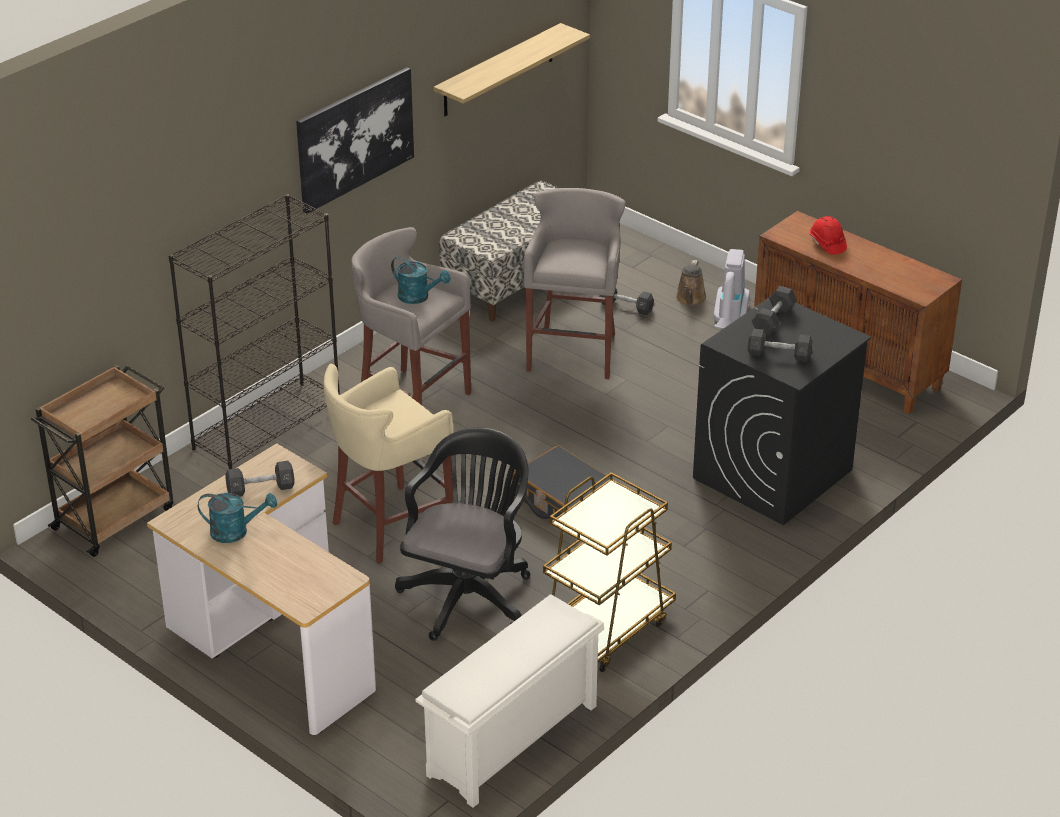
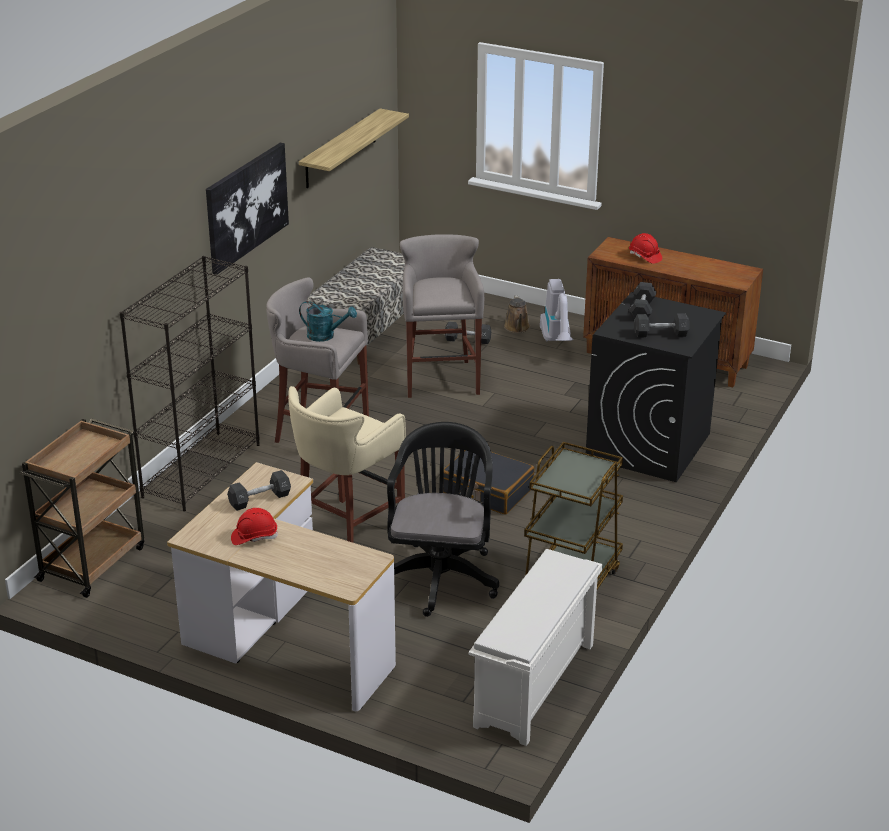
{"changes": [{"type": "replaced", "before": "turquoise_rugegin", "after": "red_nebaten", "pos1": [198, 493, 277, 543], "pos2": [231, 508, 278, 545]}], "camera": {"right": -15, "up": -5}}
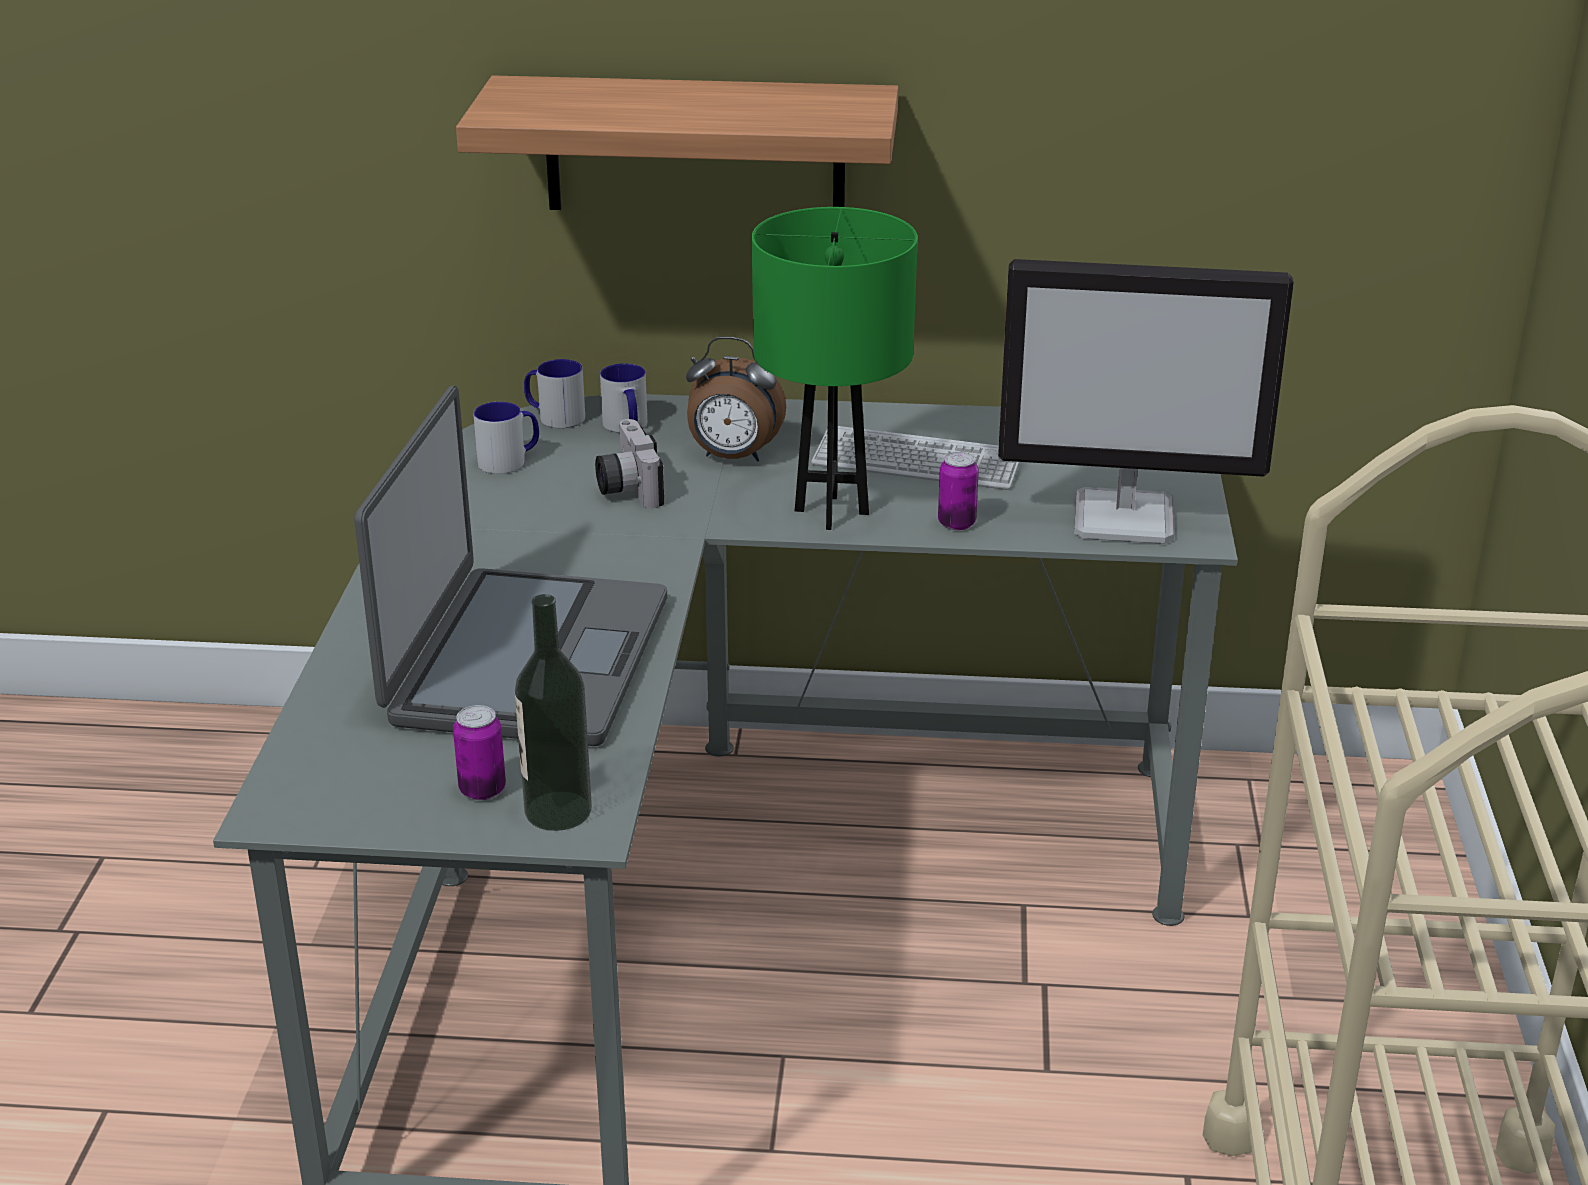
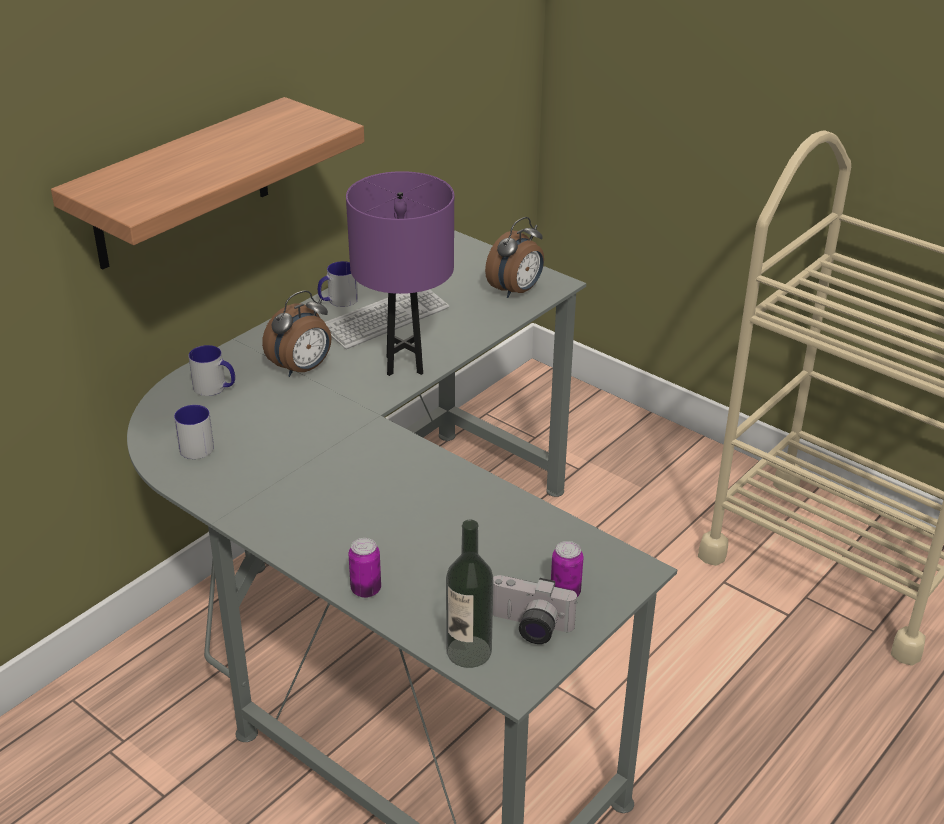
{"changes": [{"type": "moved", "before": "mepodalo", "pos1": [524, 359, 585, 428], "pos2": [318, 261, 358, 307]}, {"type": "recoloured", "before": "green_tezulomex", "after": "purple_tezulomex", "pos1": [752, 207, 918, 530], "pos2": [346, 171, 454, 376]}, {"type": "moved", "before": "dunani", "pos1": [938, 452, 979, 530], "pos2": [348, 538, 381, 598]}, {"type": "moved", "before": "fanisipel", "pos1": [515, 594, 592, 831], "pos2": [446, 520, 493, 668]}, {"type": "replaced", "before": "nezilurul", "after": "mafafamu", "pos1": [998, 259, 1294, 544], "pos2": [485, 217, 544, 298]}, {"type": "moved", "before": "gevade", "pos1": [595, 419, 664, 508], "pos2": [493, 575, 578, 644]}, {"type": "removed", "before": "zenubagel", "pos1": [354, 385, 667, 746]}], "camera": {"right": -55, "up": 5}}
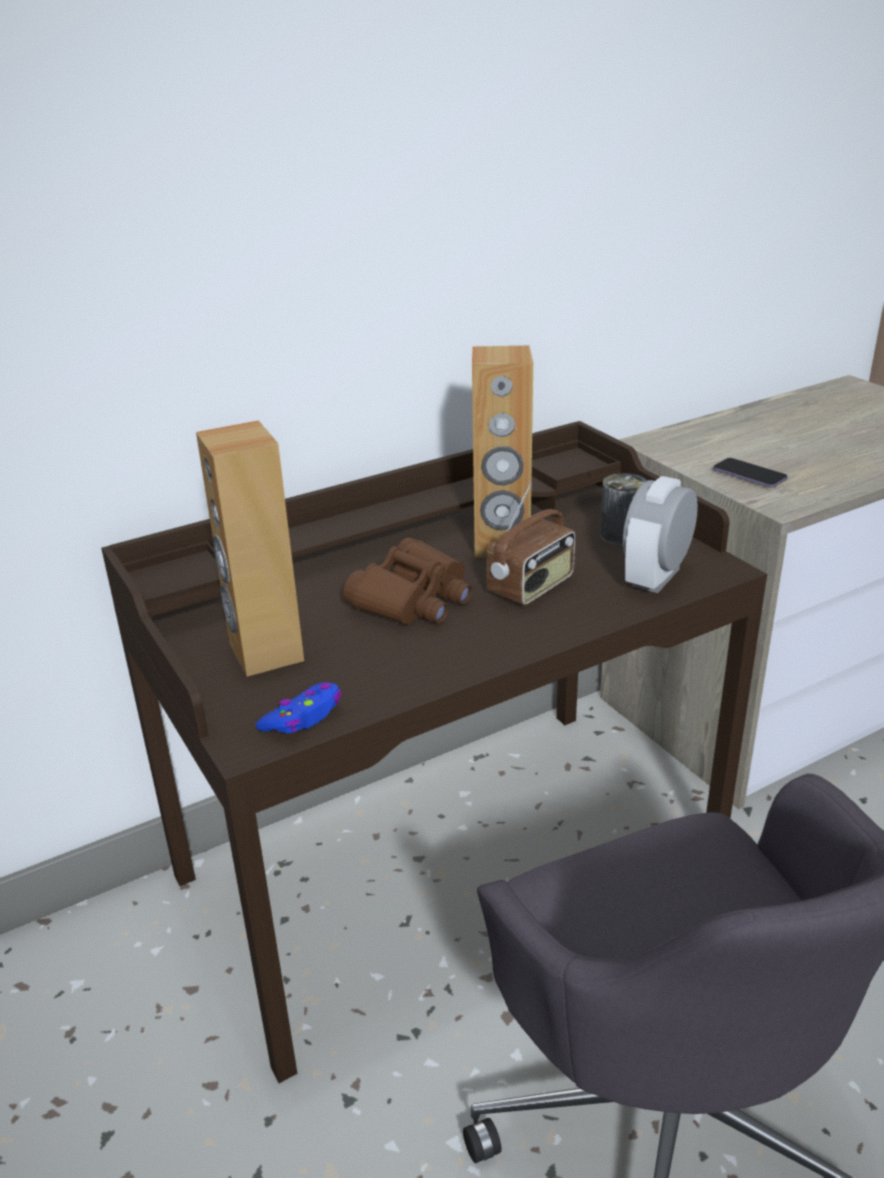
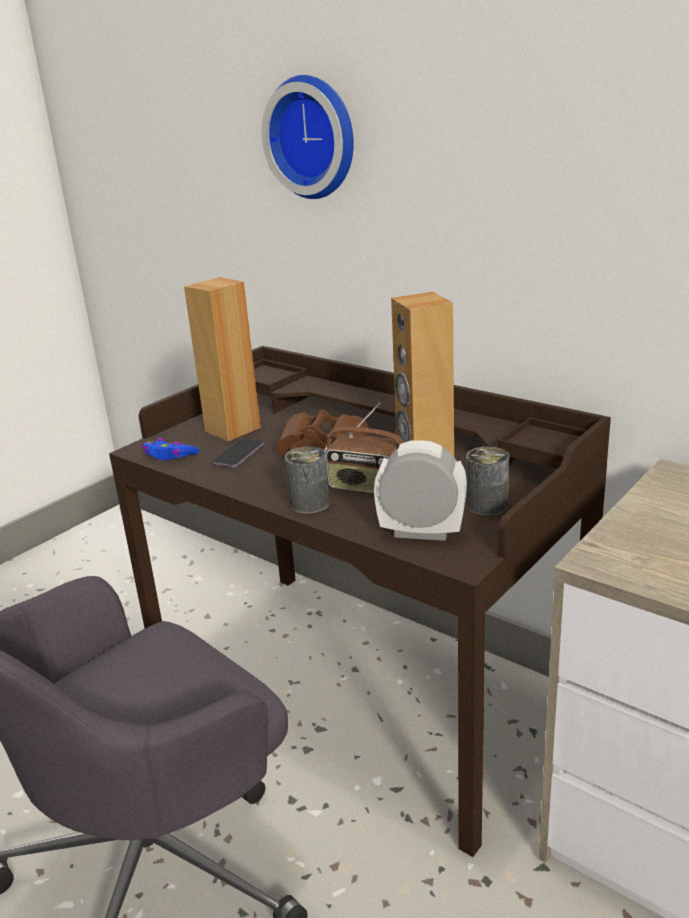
{"changes": [{"type": "moved", "before": "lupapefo", "pos1": [713, 458, 788, 488], "pos2": [212, 438, 264, 468]}, {"type": "added", "after": "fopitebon", "pos2": [261, 75, 354, 199]}, {"type": "added", "after": "dunani", "pos2": [285, 447, 330, 514]}], "camera": {"right": 70, "up": -5}}
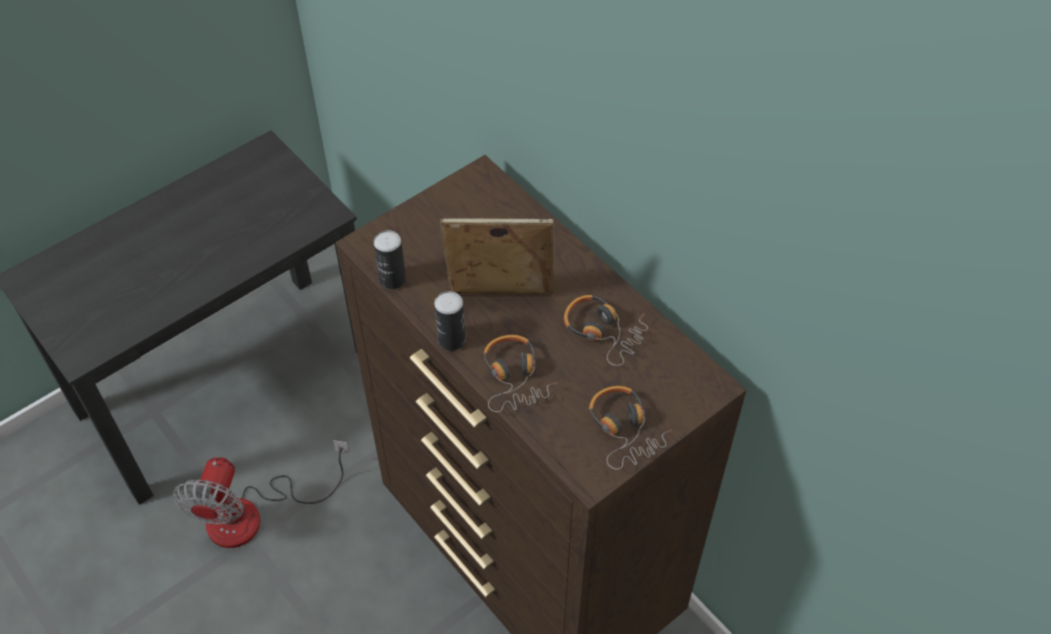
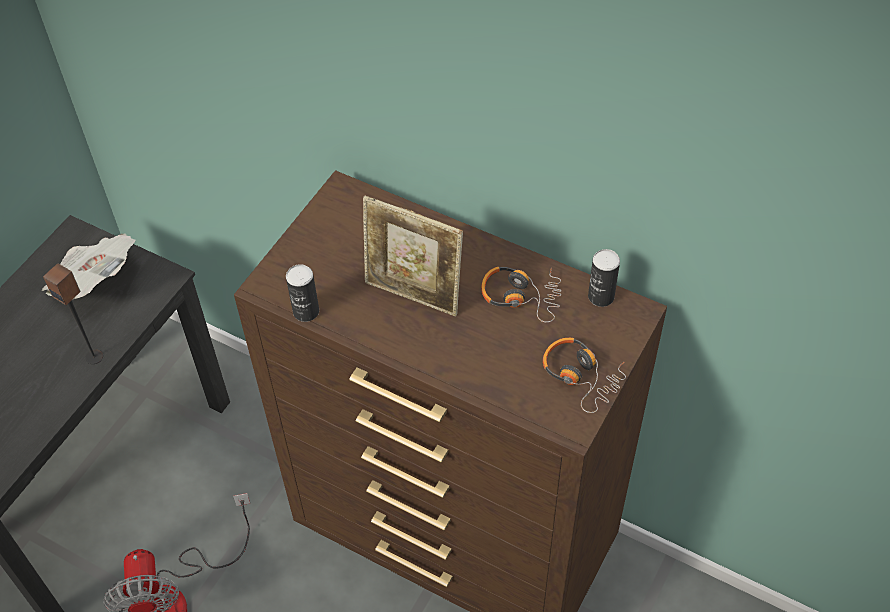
{"changes": [{"type": "added", "after": "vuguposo", "pos2": [42, 234, 135, 300]}, {"type": "added", "after": "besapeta", "pos2": [43, 263, 103, 364]}, {"type": "turned", "before": "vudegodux", "pos1": [440, 218, 554, 295], "pos2": [363, 196, 463, 316], "turn": -135}, {"type": "moved", "before": "dunani", "pos1": [434, 291, 466, 351], "pos2": [588, 249, 620, 307]}, {"type": "removed", "before": "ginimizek", "pos1": [484, 335, 558, 412]}], "camera": {"right": -20, "up": 0}}
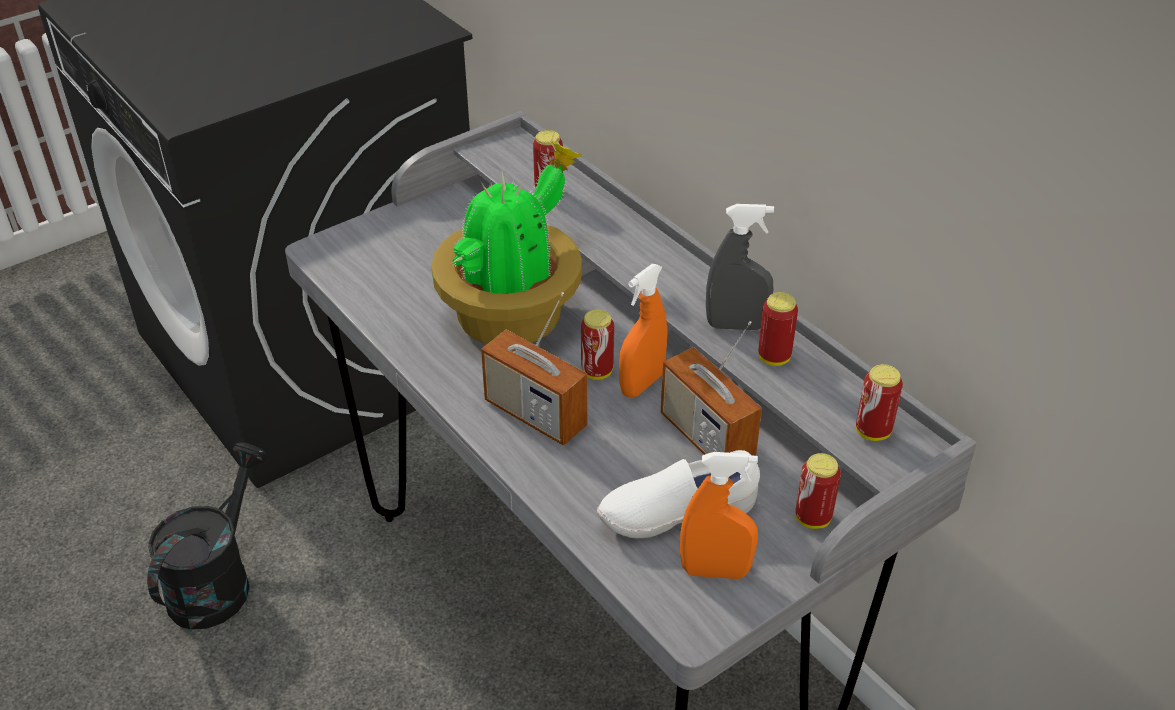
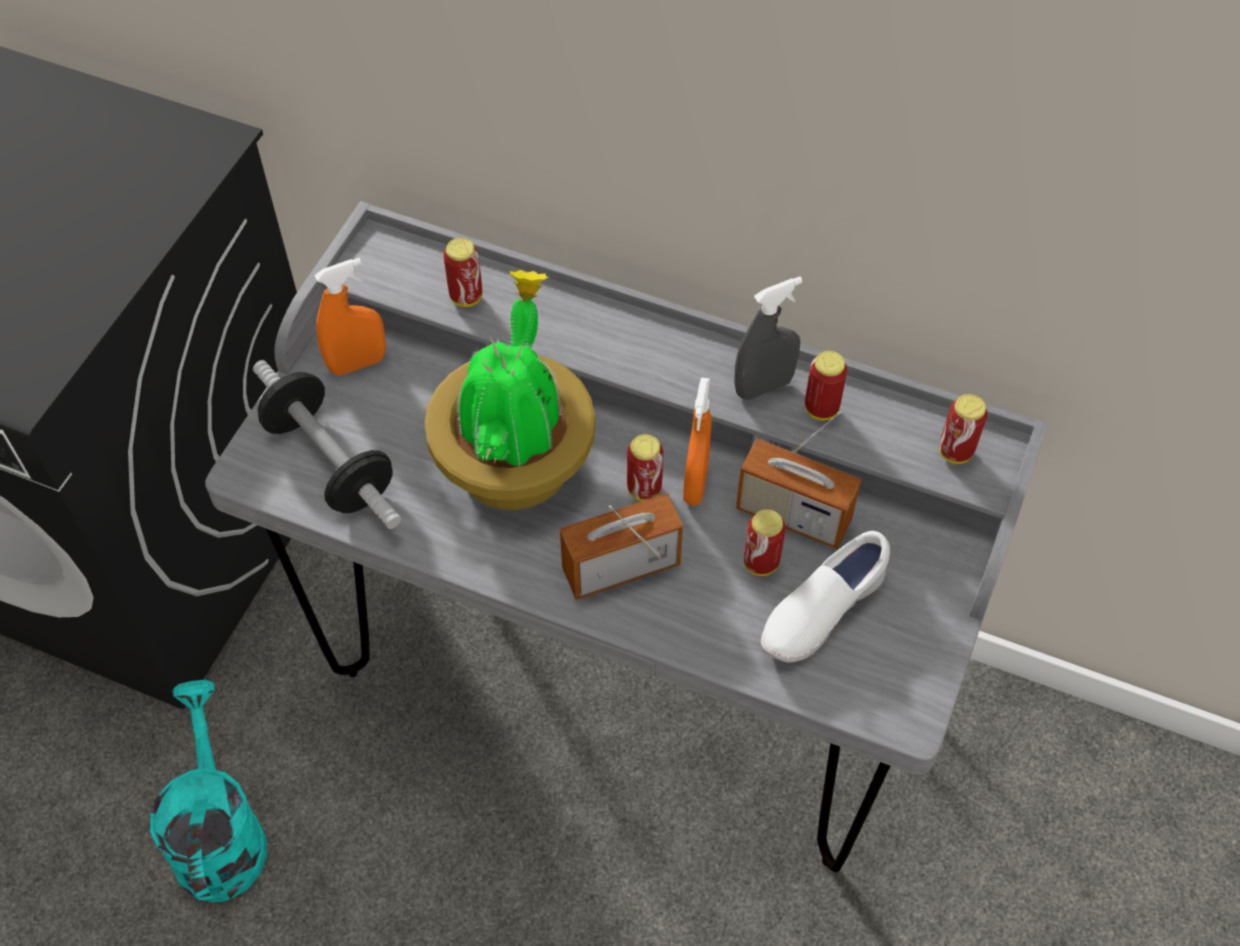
{"changes": [{"type": "recoloured", "before": "black_rugegin", "after": "turquoise_rugegin", "pos1": [147, 442, 268, 629], "pos2": [150, 680, 267, 902]}, {"type": "added", "after": "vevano", "pos2": [253, 360, 401, 529]}, {"type": "moved", "before": "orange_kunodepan", "pos1": [680, 452, 758, 579], "pos2": [314, 258, 386, 376]}, {"type": "turned", "before": "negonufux", "pos1": [481, 292, 587, 446], "pos2": [560, 493, 683, 600], "turn": 150}, {"type": "moved", "before": "dunani", "pos1": [795, 453, 841, 529], "pos2": [744, 509, 786, 576]}], "camera": {"right": -30, "up": 15}}
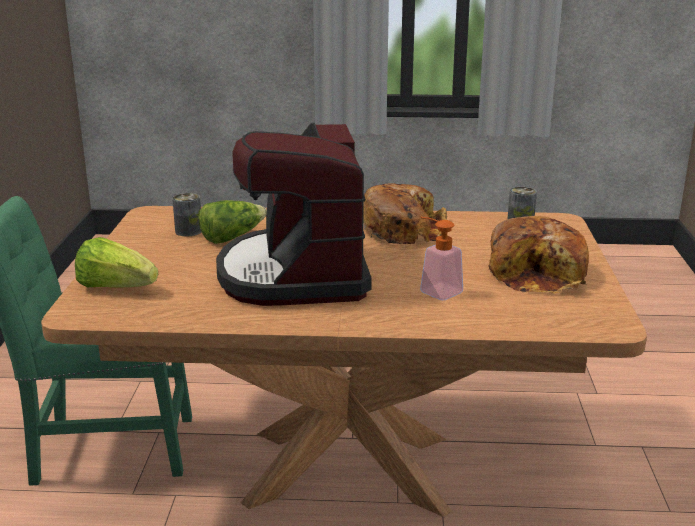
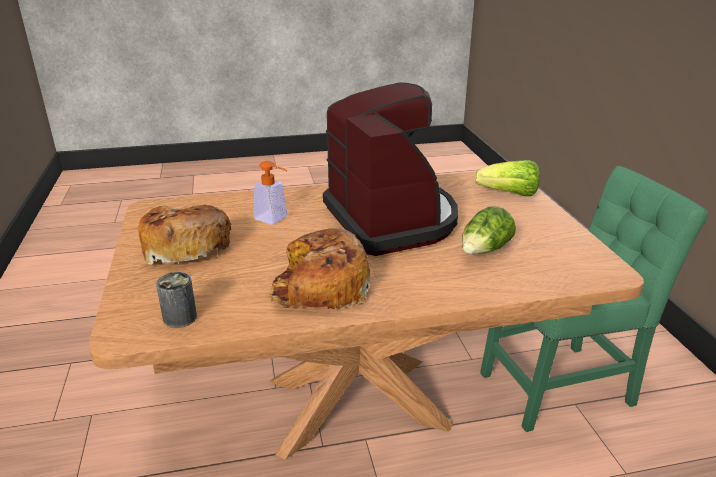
{"changes": [{"type": "removed", "before": "dunani", "pos1": [172, 193, 202, 236]}], "camera": {"right": 165, "up": 5}}
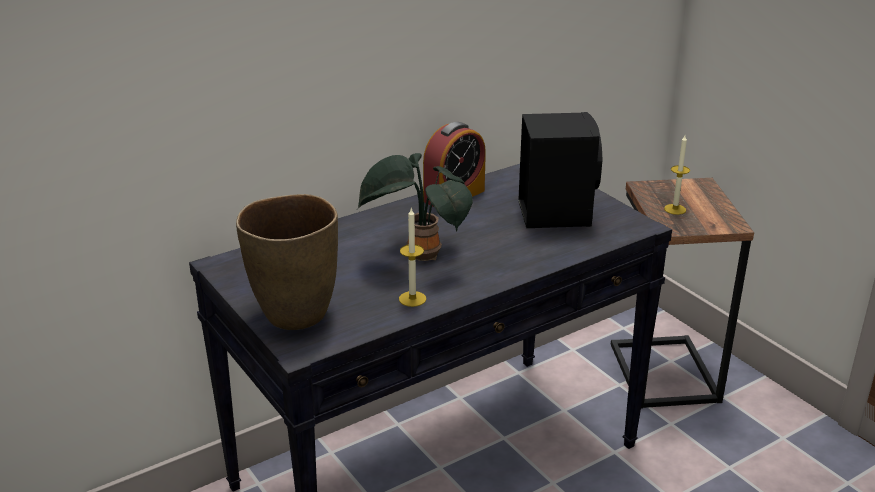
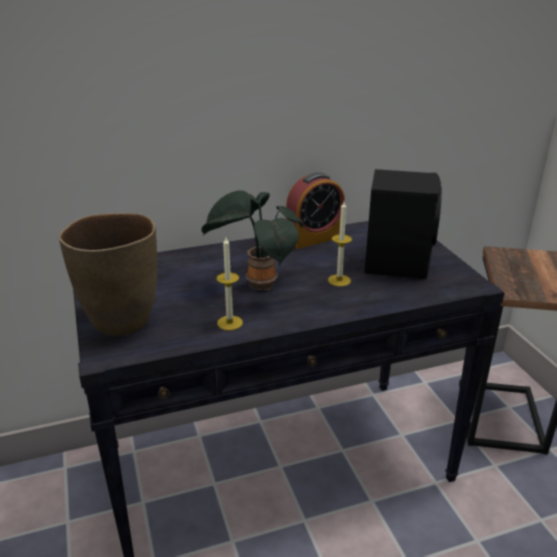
{"changes": [{"type": "moved", "before": "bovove", "pos1": [664, 136, 690, 215], "pos2": [328, 202, 352, 287]}], "camera": {"right": 15, "up": 0}}
